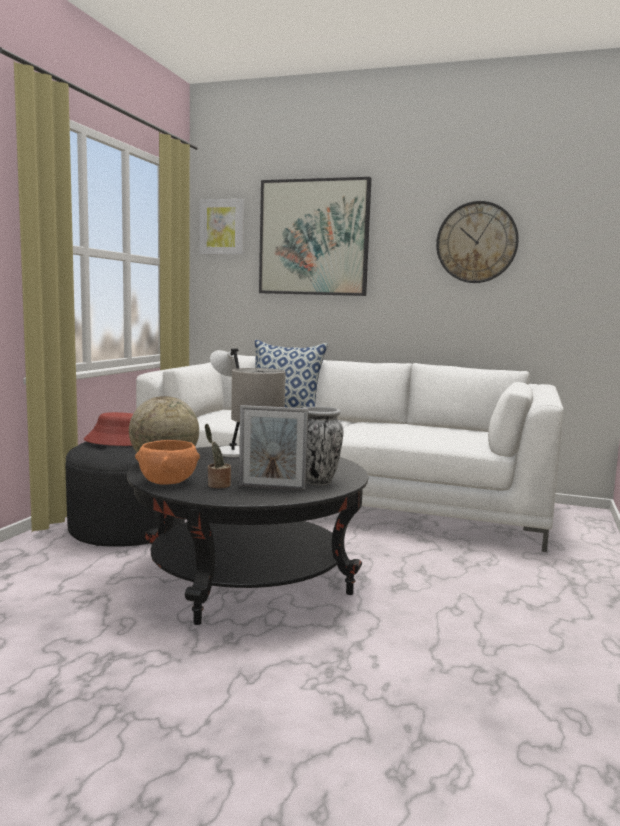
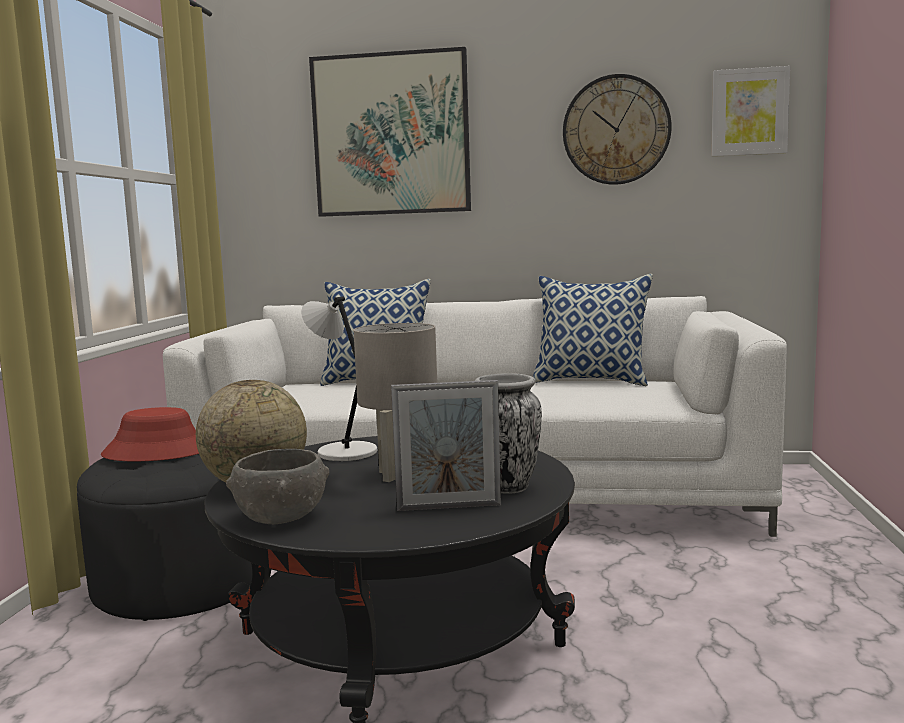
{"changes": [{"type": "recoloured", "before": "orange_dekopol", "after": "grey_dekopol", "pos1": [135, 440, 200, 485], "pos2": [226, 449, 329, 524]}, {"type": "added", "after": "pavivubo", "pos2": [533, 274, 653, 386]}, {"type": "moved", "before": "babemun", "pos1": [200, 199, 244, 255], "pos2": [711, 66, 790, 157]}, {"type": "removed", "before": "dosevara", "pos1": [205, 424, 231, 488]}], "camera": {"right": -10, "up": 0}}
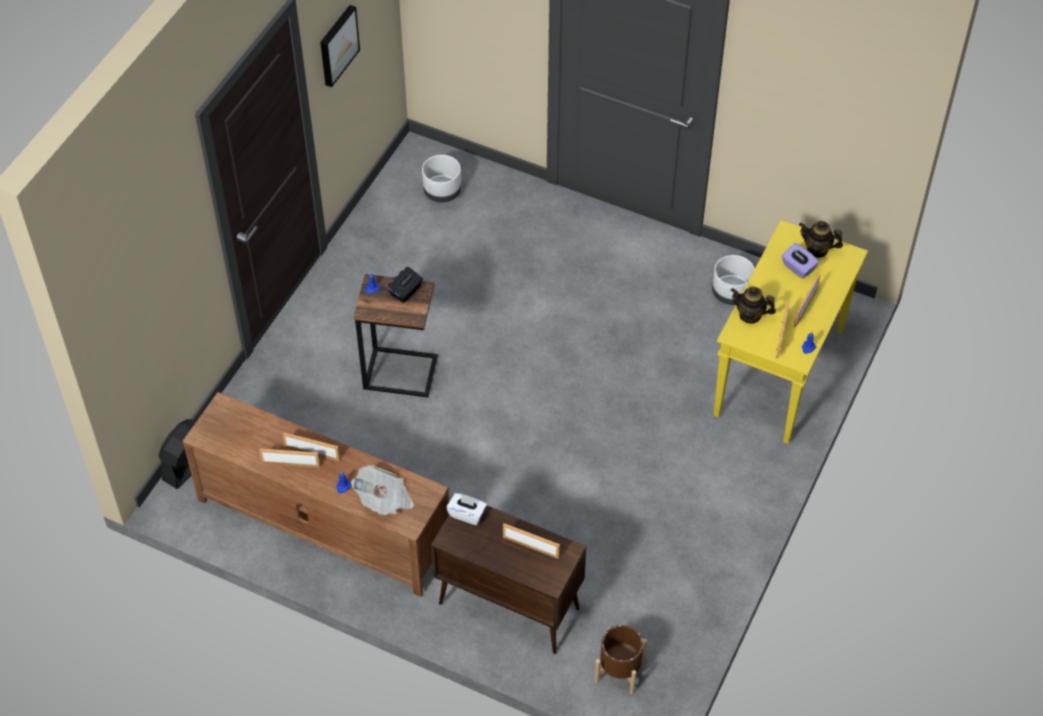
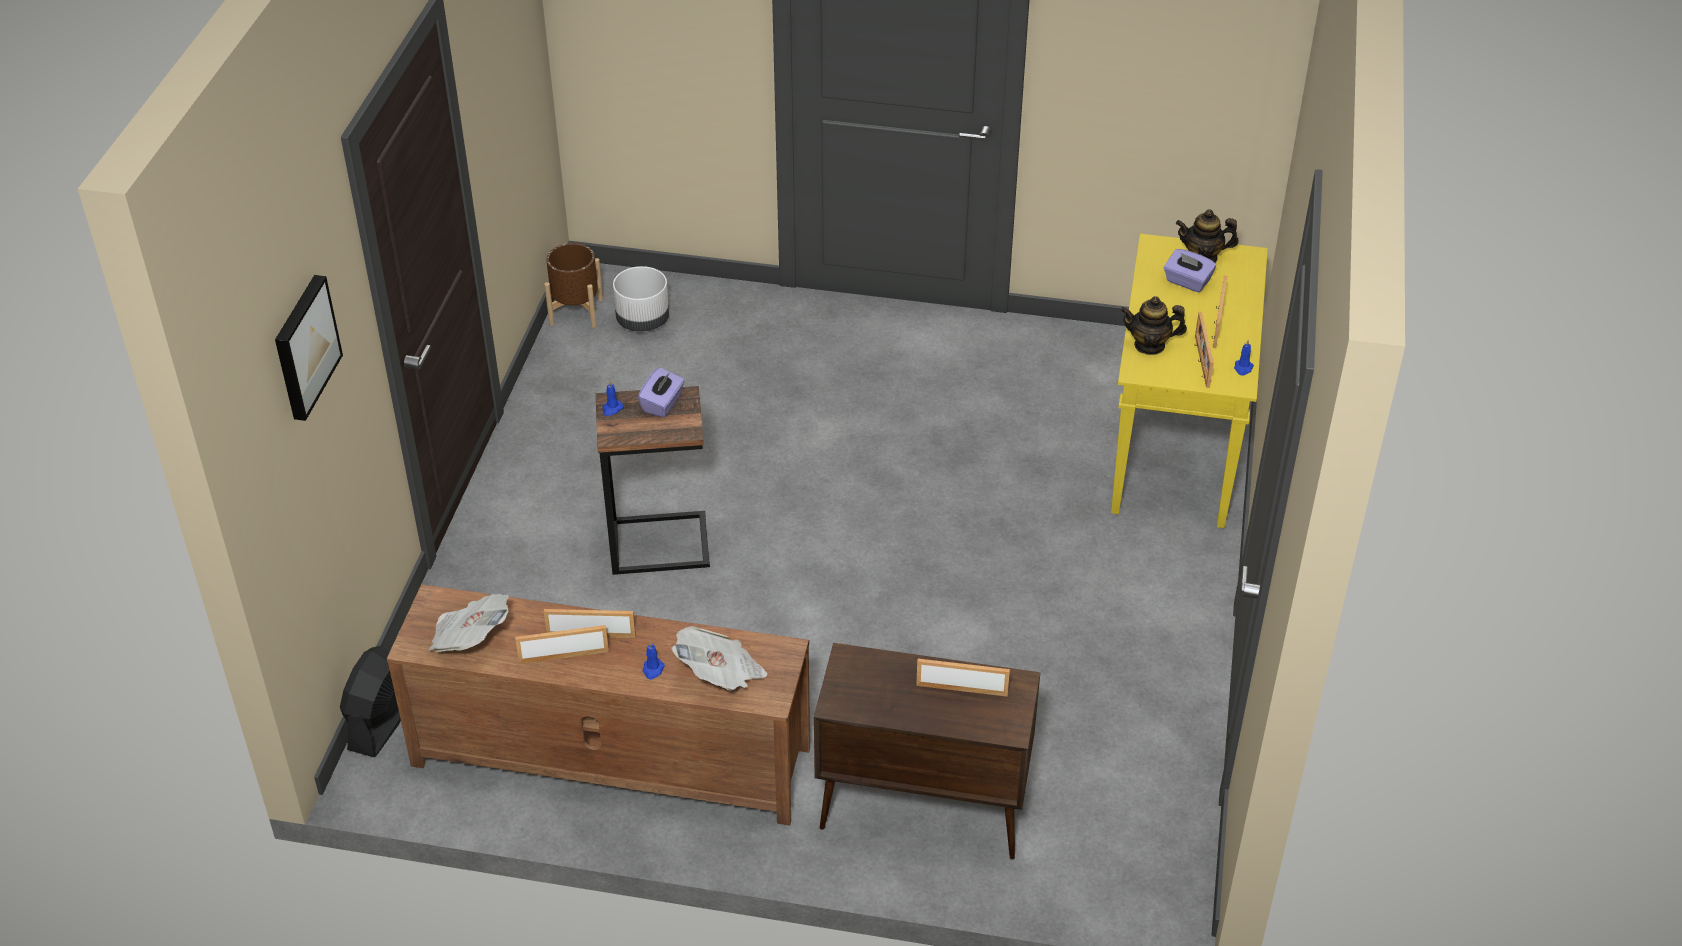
{"changes": [{"type": "moved", "before": "babemun", "pos1": [320, 5, 360, 87], "pos2": [275, 275, 343, 421]}, {"type": "added", "after": "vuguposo", "pos2": [429, 594, 509, 652]}, {"type": "moved", "before": "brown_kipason", "pos1": [595, 625, 647, 694], "pos2": [544, 243, 603, 328]}, {"type": "recoloured", "before": "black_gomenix", "after": "purple_gomenix", "pos1": [387, 267, 423, 303], "pos2": [638, 367, 685, 418]}, {"type": "removed", "before": "white_gomenix", "pos1": [446, 493, 487, 525]}, {"type": "removed", "before": "white_kipason", "pos1": [712, 255, 755, 305]}], "camera": {"right": -15, "up": -10}}
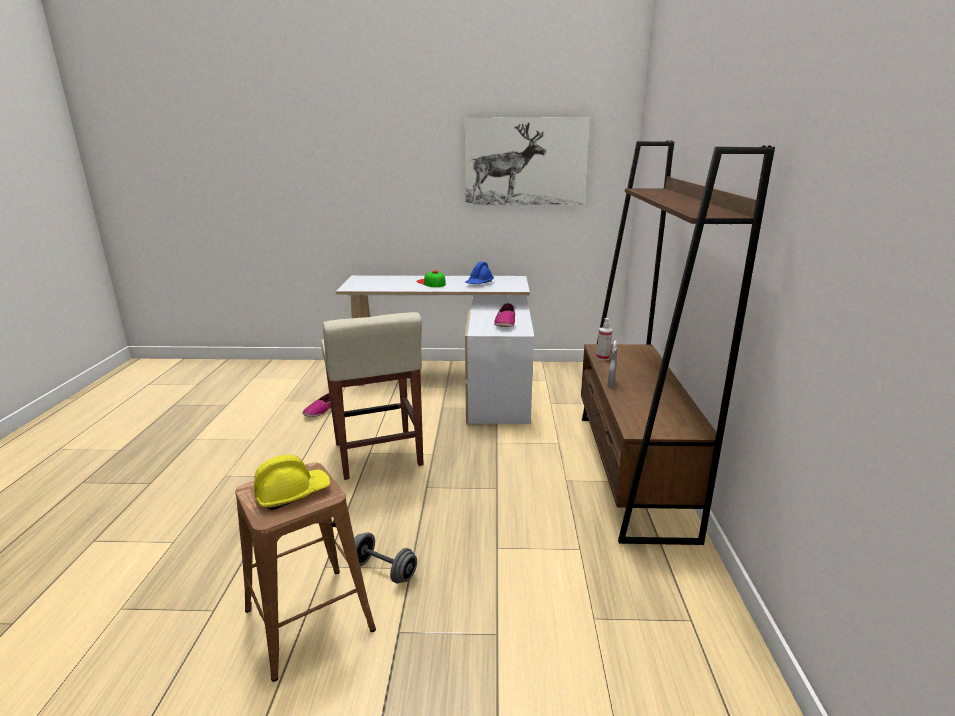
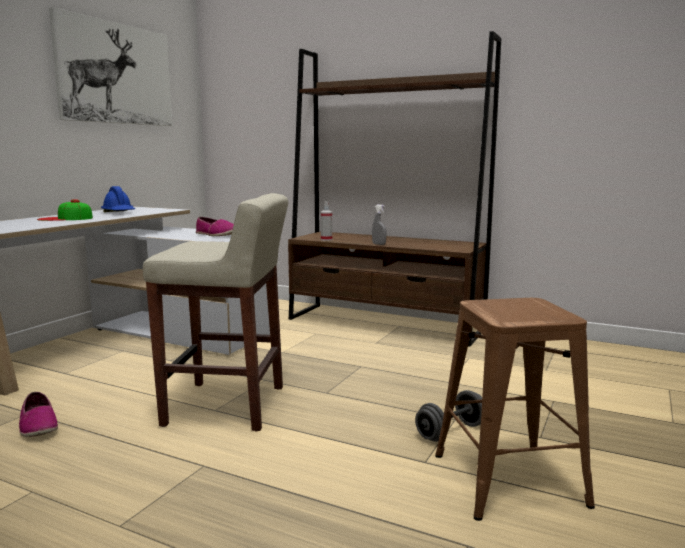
{"changes": [{"type": "removed", "before": "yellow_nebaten", "pos1": [254, 455, 330, 510]}], "camera": {"right": -65, "up": -10}}
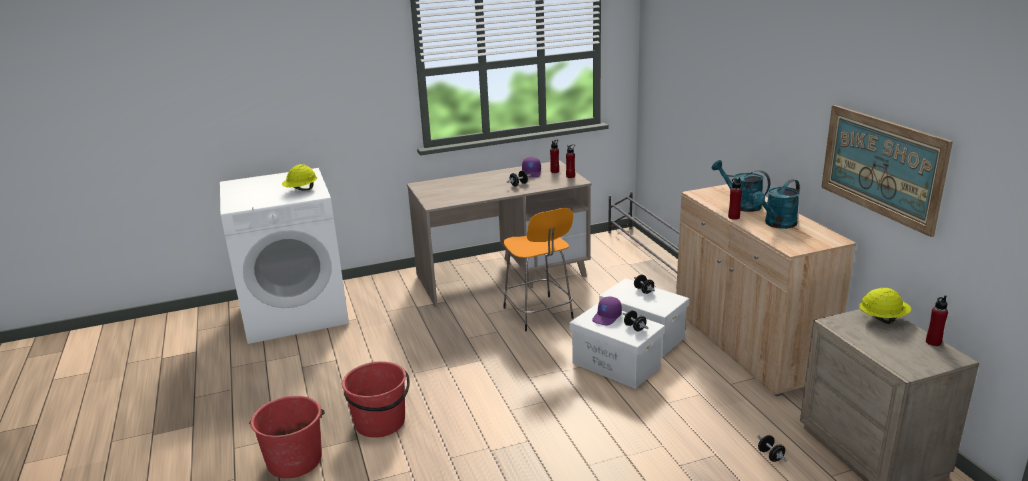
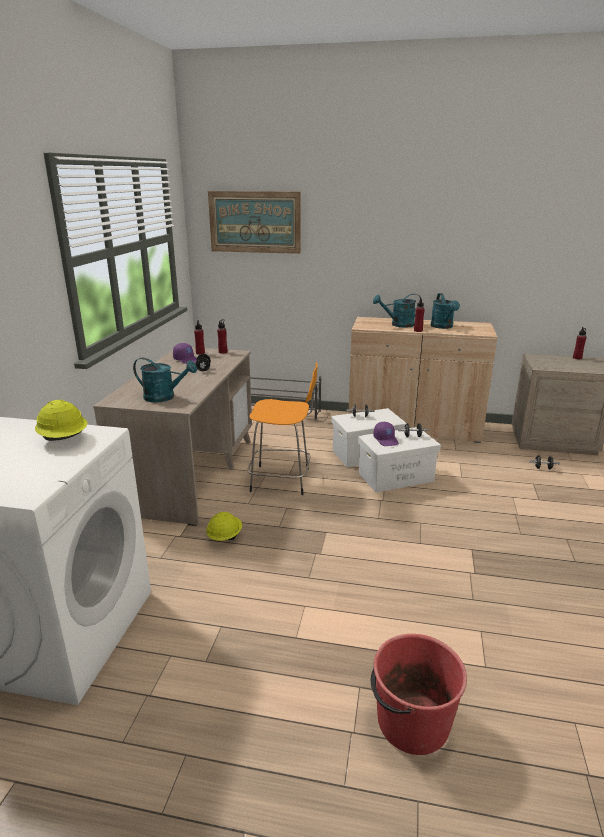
{"changes": [{"type": "added", "after": "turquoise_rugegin", "pos2": [133, 358, 197, 403]}, {"type": "moved", "before": "yellow_nebaten", "pos1": [859, 288, 911, 324], "pos2": [206, 512, 242, 541]}, {"type": "moved", "before": "babemun", "pos1": [821, 105, 953, 237], "pos2": [208, 191, 301, 254]}, {"type": "removed", "before": "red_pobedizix", "pos1": [342, 361, 410, 438]}], "camera": {"right": -60, "up": 0}}
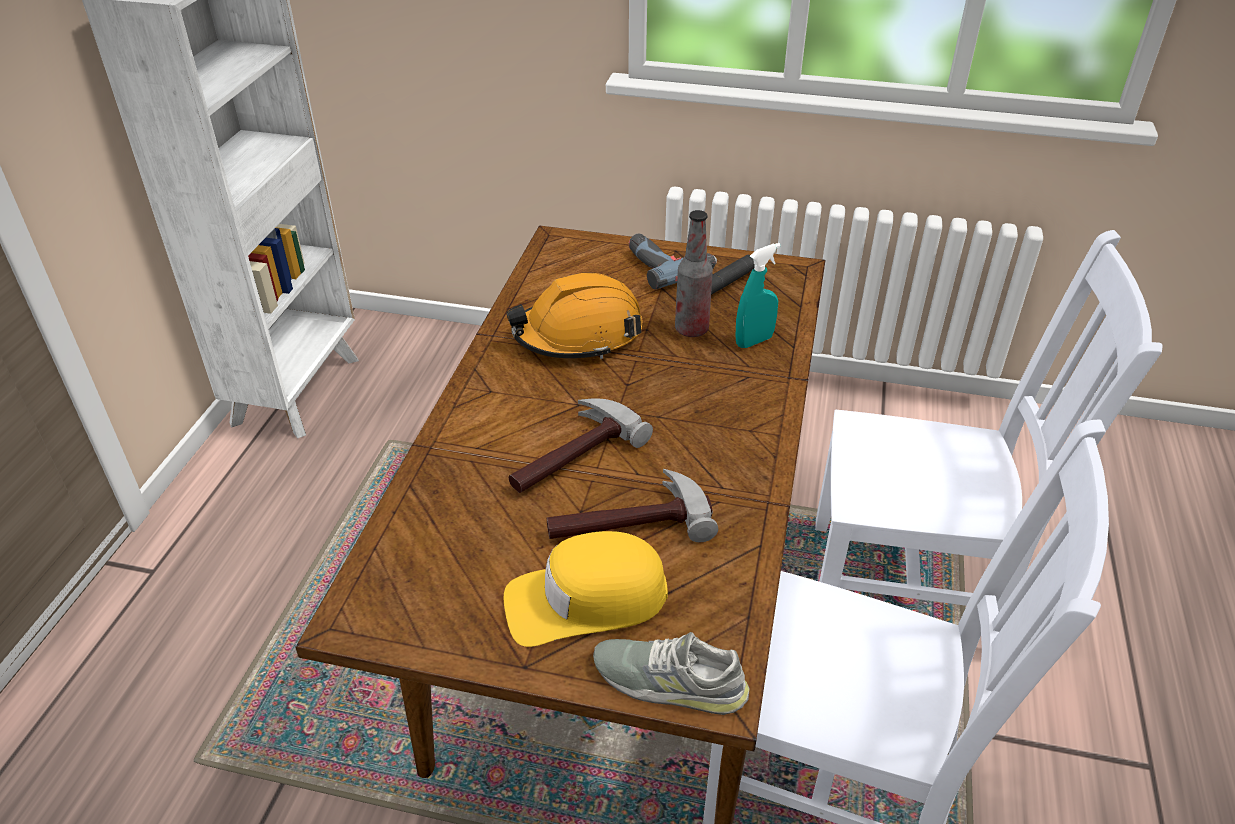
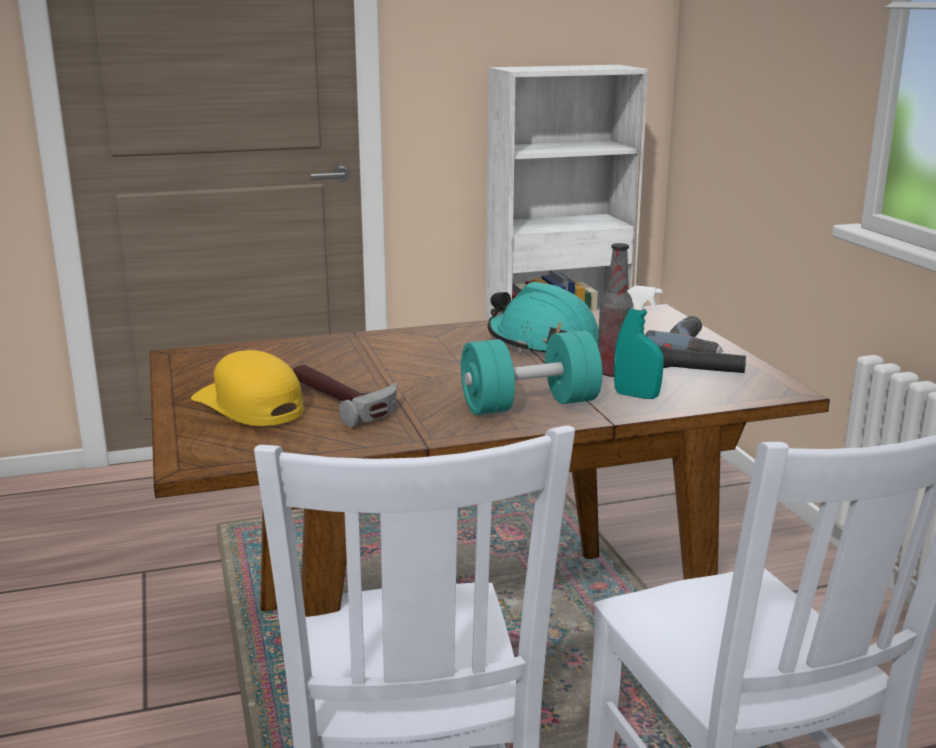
{"changes": [{"type": "added", "after": "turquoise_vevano", "pos2": [461, 331, 602, 415]}, {"type": "recoloured", "before": "orange_nebaten", "after": "turquoise_nebaten", "pos1": [506, 273, 643, 359], "pos2": [488, 282, 599, 352]}, {"type": "removed", "before": "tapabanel", "pos1": [509, 398, 653, 493]}, {"type": "removed", "before": "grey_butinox", "pos1": [593, 632, 750, 715]}], "camera": {"right": 60, "up": -20}}
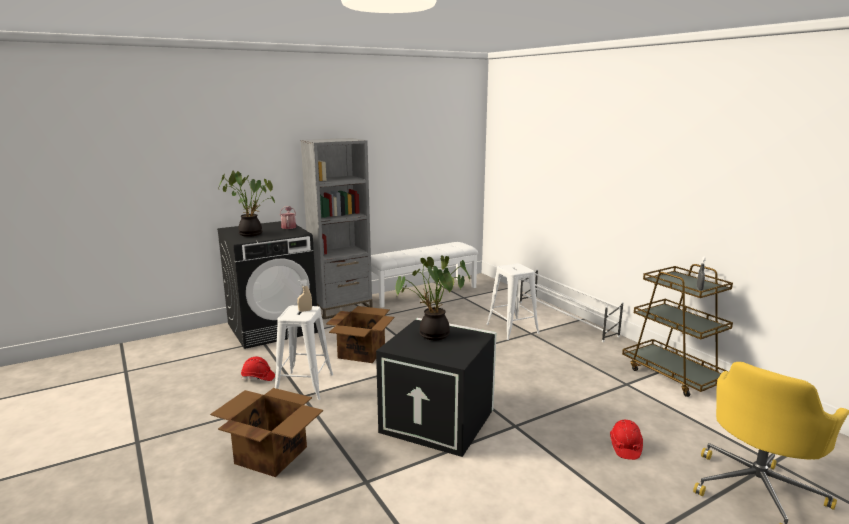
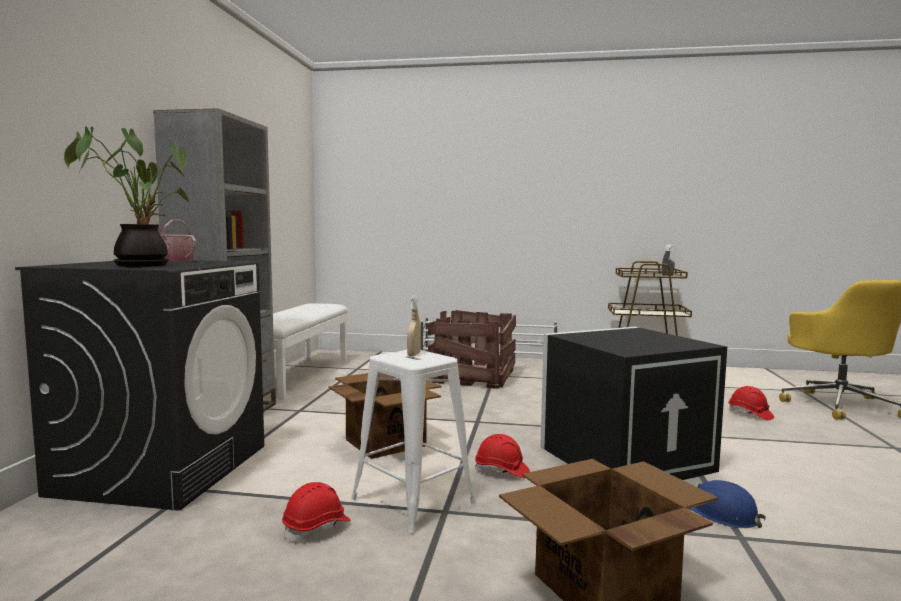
{"changes": [{"type": "replaced", "before": "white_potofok", "after": "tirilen", "pos1": [486, 264, 540, 340], "pos2": [428, 310, 516, 389]}, {"type": "added", "after": "red_nebaten", "pos2": [474, 434, 530, 478]}, {"type": "added", "after": "blue_nebaten", "pos2": [690, 480, 766, 528]}, {"type": "removed", "before": "dosevara", "pos1": [396, 255, 470, 340]}], "camera": {"right": -50, "up": -10}}
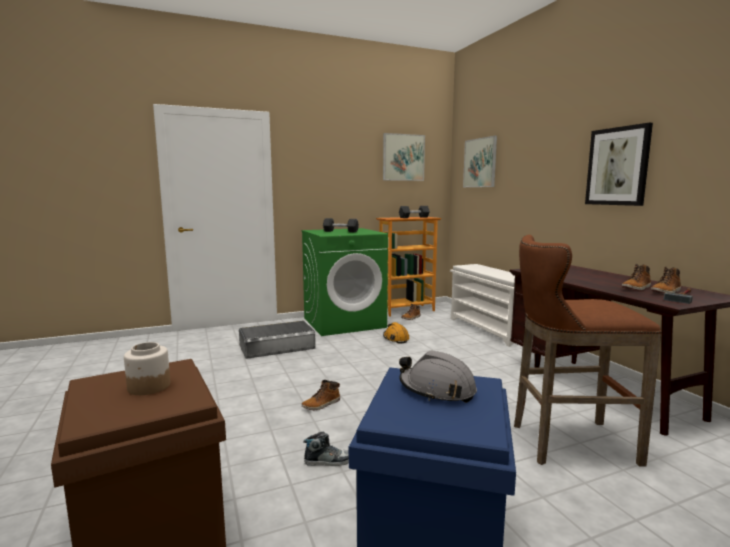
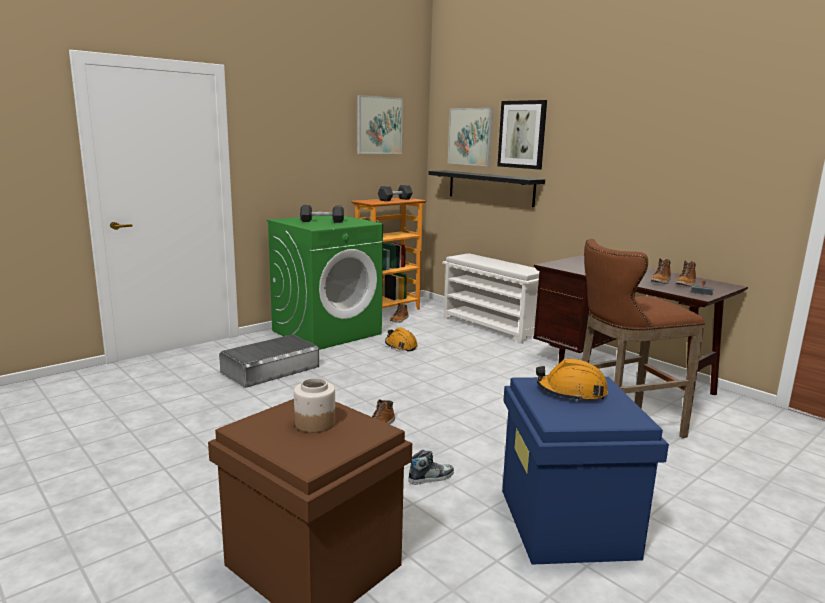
{"changes": [{"type": "added", "after": "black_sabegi", "pos2": [429, 171, 545, 207]}, {"type": "moved", "before": "babemun", "pos1": [585, 122, 653, 206], "pos2": [497, 100, 547, 169]}, {"type": "recoloured", "before": "grey_nebaten", "after": "orange_nebaten", "pos1": [399, 351, 477, 403], "pos2": [536, 359, 608, 402]}], "camera": {"right": -20, "up": 5}}
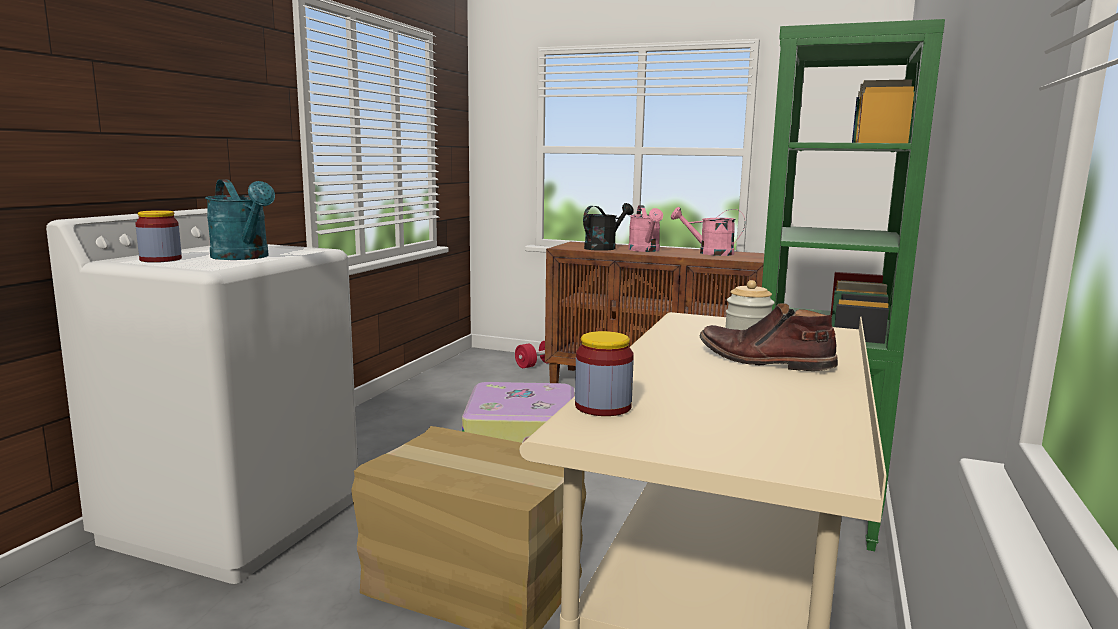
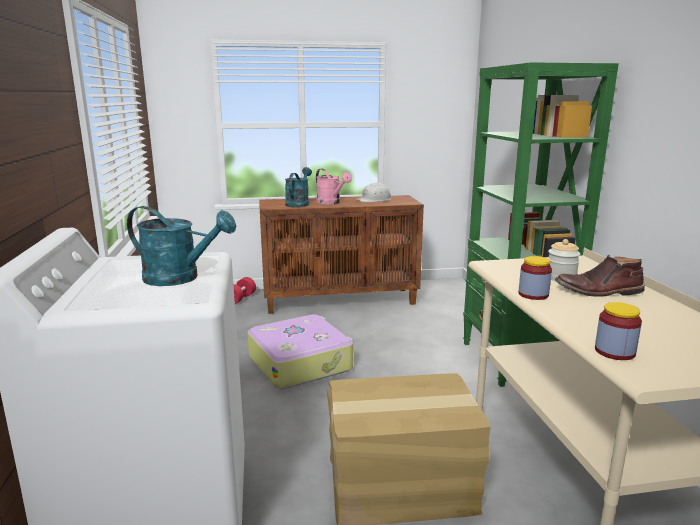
{"changes": [{"type": "recoloured", "before": "black_rugegin", "after": "turquoise_rugegin", "pos1": [583, 203, 634, 251], "pos2": [285, 167, 312, 207]}, {"type": "replaced", "before": "pink_rugegin", "after": "white_nebaten", "pos1": [671, 207, 745, 256], "pos2": [356, 182, 391, 202]}, {"type": "moved", "before": "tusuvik", "pos1": [135, 210, 182, 262], "pos2": [518, 256, 552, 300]}], "camera": {"right": -30, "up": 5}}
